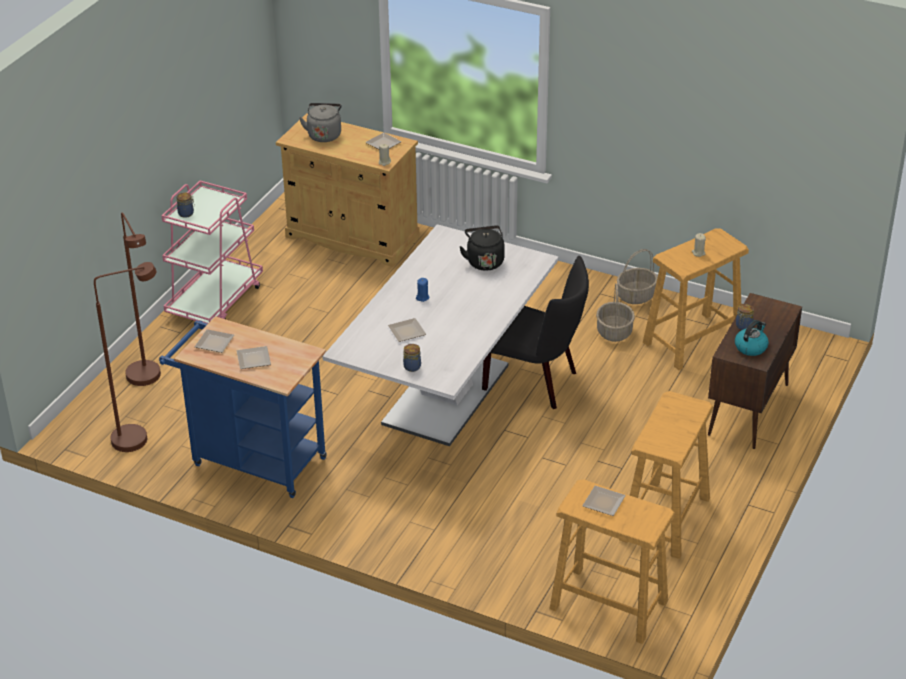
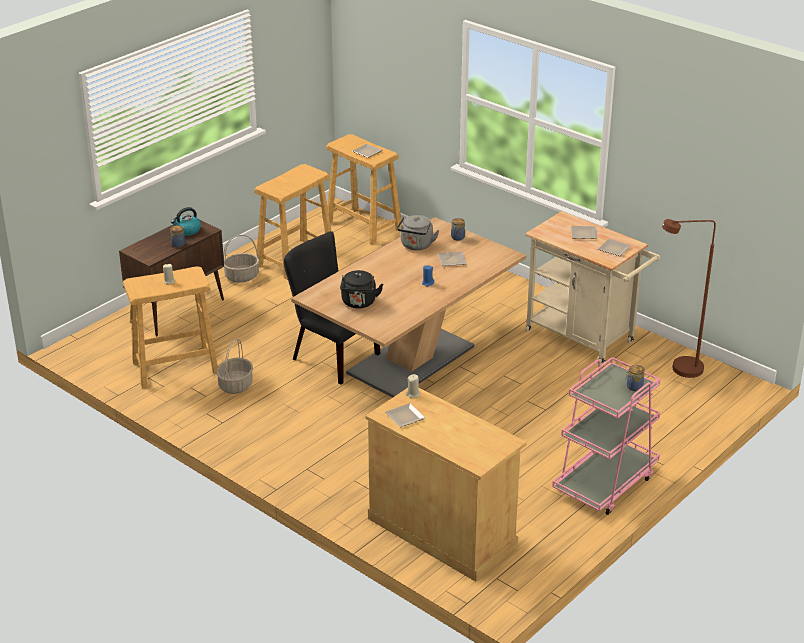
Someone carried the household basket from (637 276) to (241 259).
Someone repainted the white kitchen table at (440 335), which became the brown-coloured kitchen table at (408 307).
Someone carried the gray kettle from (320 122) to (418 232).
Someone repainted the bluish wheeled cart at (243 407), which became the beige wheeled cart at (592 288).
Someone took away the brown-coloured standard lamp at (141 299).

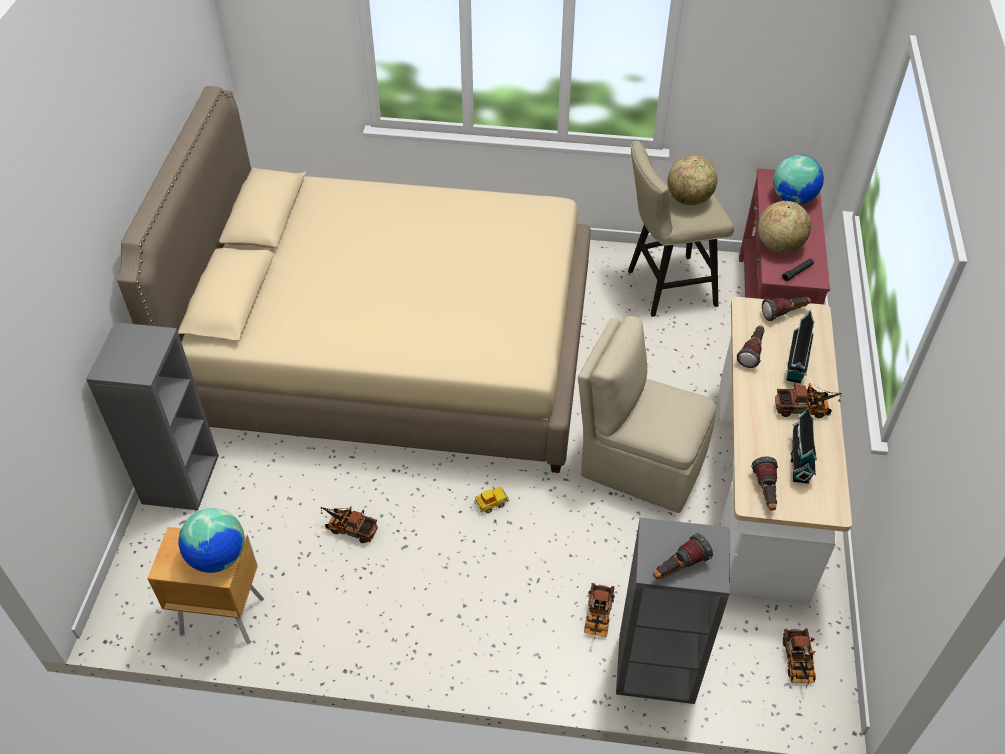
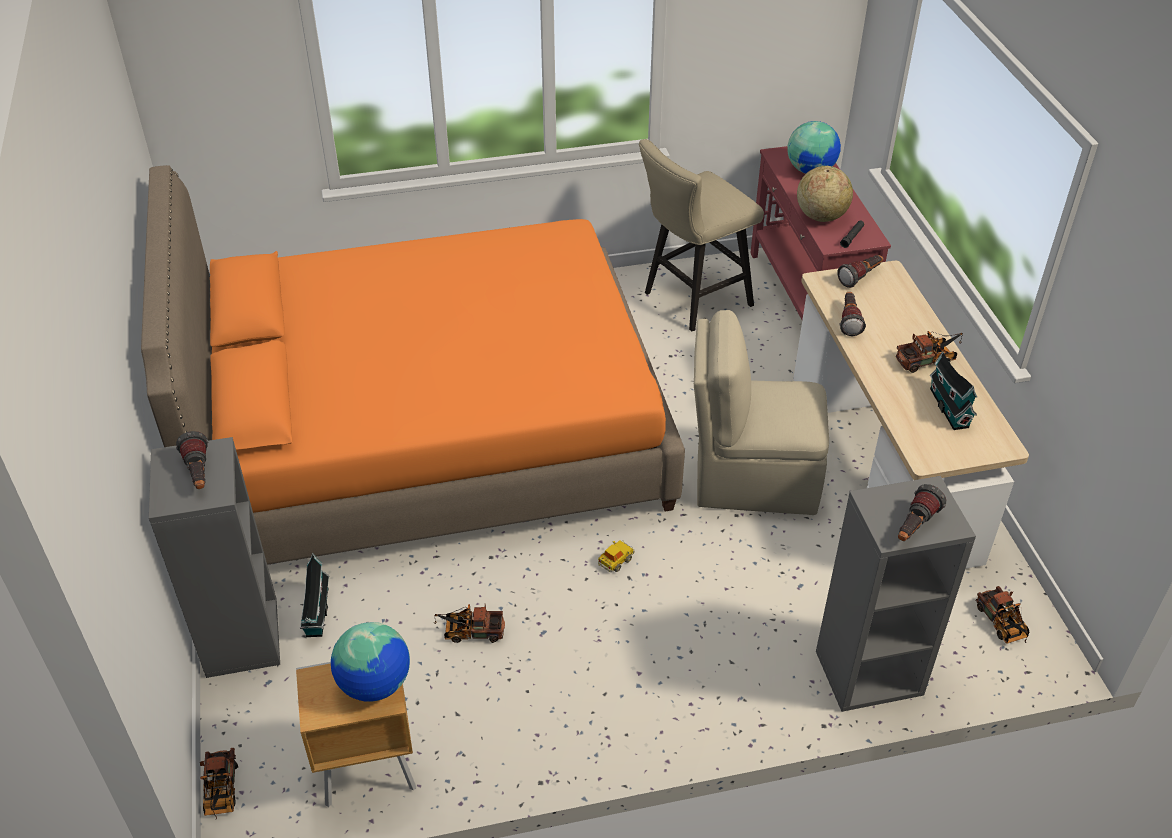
Someone repainted the beige sleeping bed at (354 279), which became the orange sleeping bed at (413 365).
Someone carried the torch from (764 483) to (192 460).
Someone carried the model truck from (599 611) to (219 783).
Someone carried the model house from (800 346) to (314 595).
Someone took away the desk globe at (692 180).

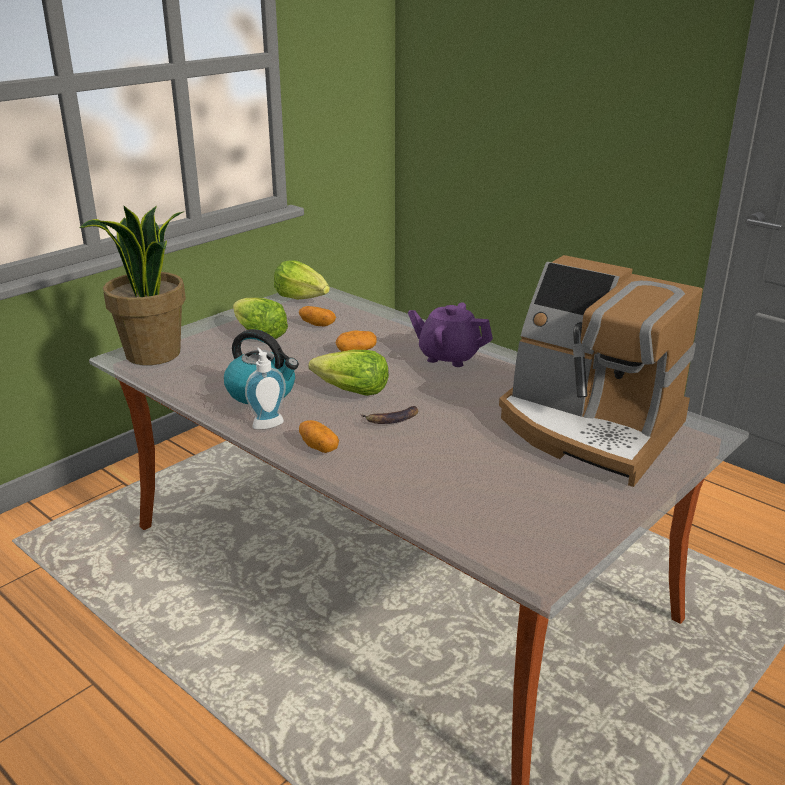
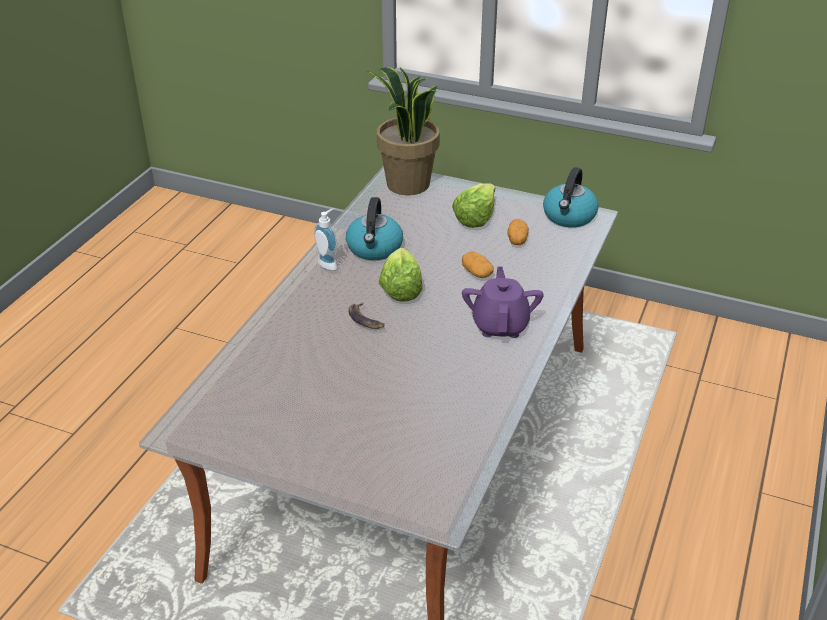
Someone swapped the head of lettuce at (302 279) for the kettle at (571 197).
Someone took away the whole potato at (319 436).
Someone took away the coffee brewer at (601 371).

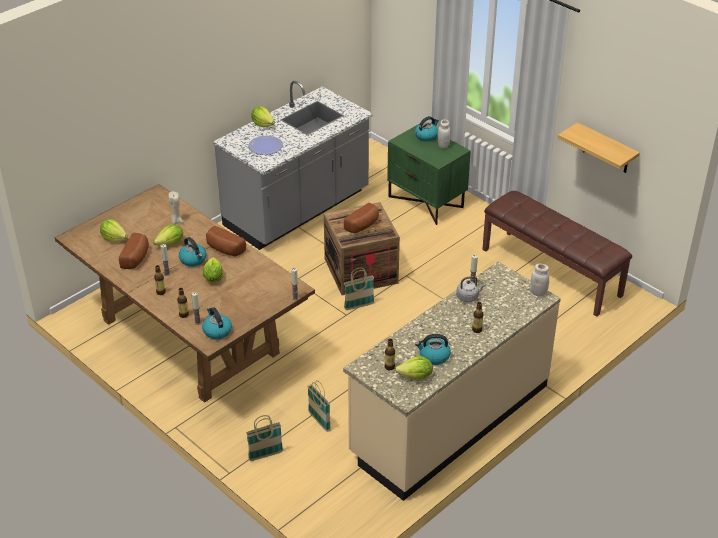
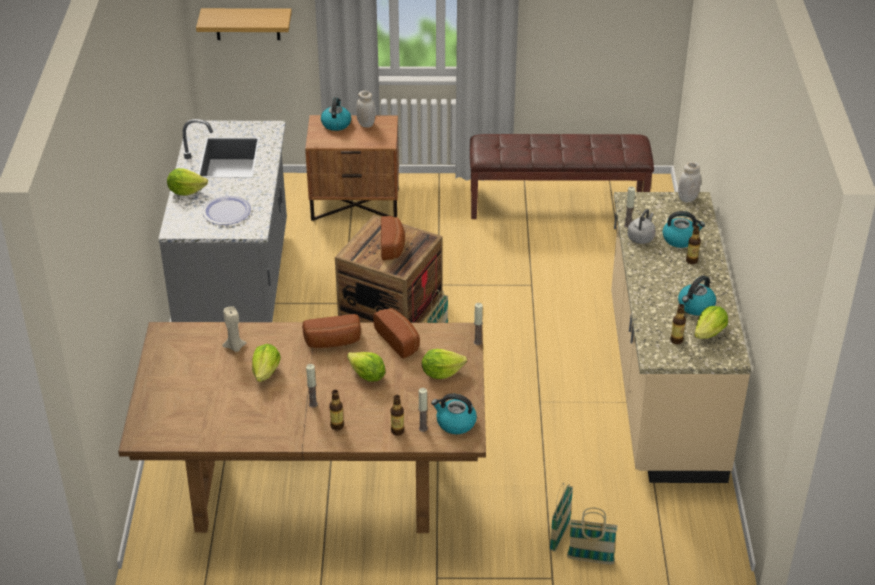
Someone carried the bracket shelf from (598 147) to (244 24).
Someone repainted the greenish bedside table at (429 174), which became the brown-coloured bedside table at (352 168).
Someone carried the baked bread from (134 251) to (396 333).
Someone carried the head of lettuce from (114 230) to (444 364).
Someone carried the household basket from (319 406) to (592 536).
Someone carried the kettle from (193 252) to (683 229).

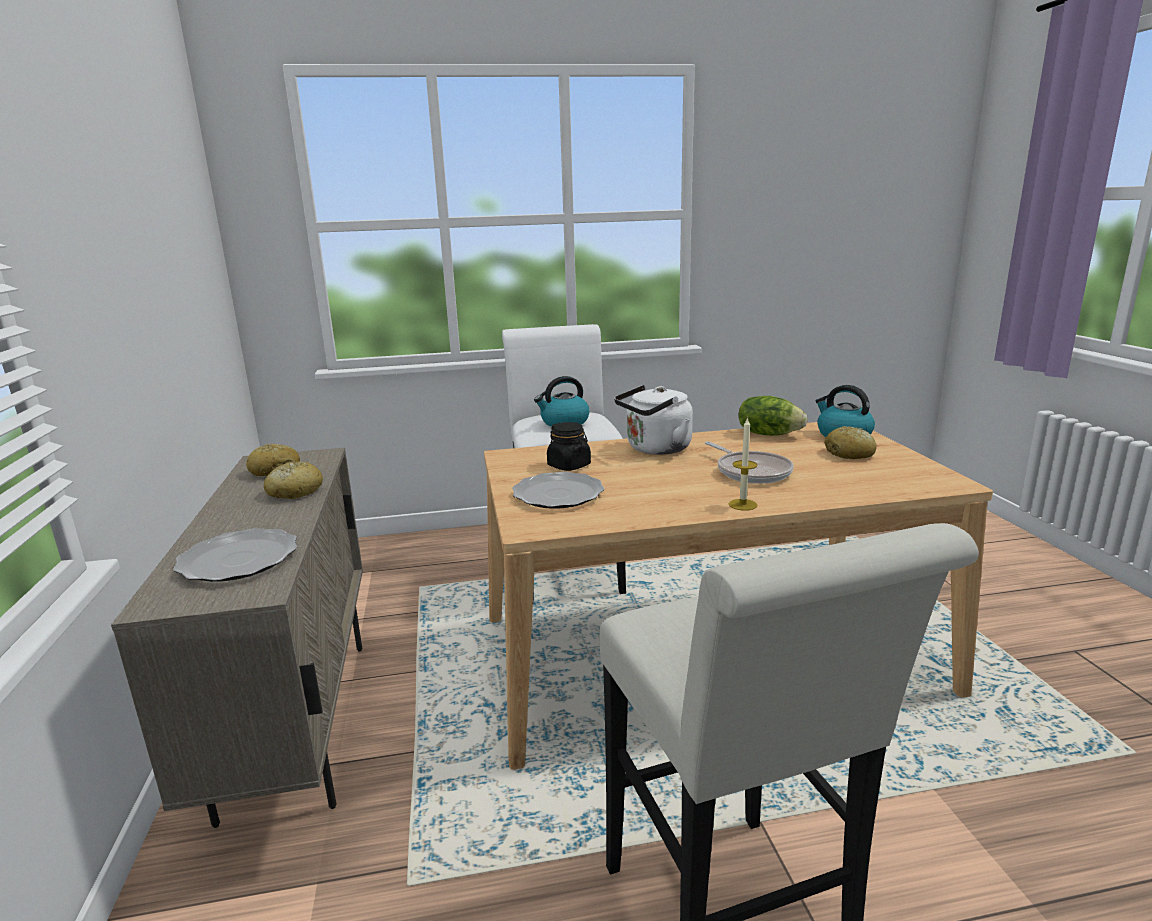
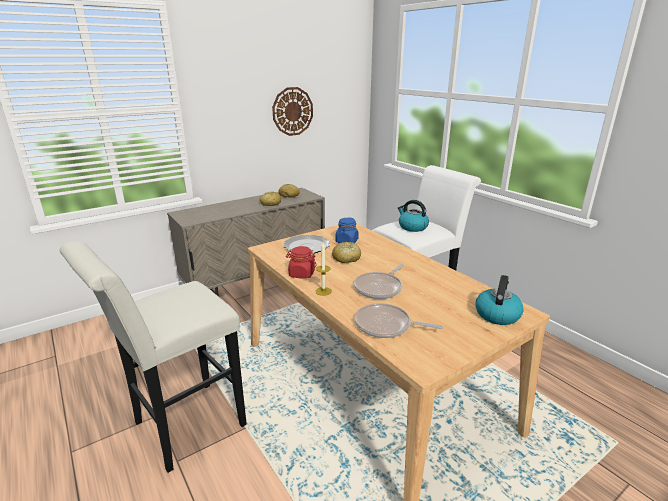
Someone put up the clock on the wall at (292 111).
Someone put down the reddish jar at (301 262).
Someone carried the baked bread from (850 442) to (346 252).
Someone repainted the black-coloured jar at (569 446), which became the bluish jar at (347 230).
Someone put down the pan at (399 320).
Someone took away the dinner plate at (235 555).
Someone took away the white kettle at (653 420).
Someone took away the head of lettuce at (773 415).

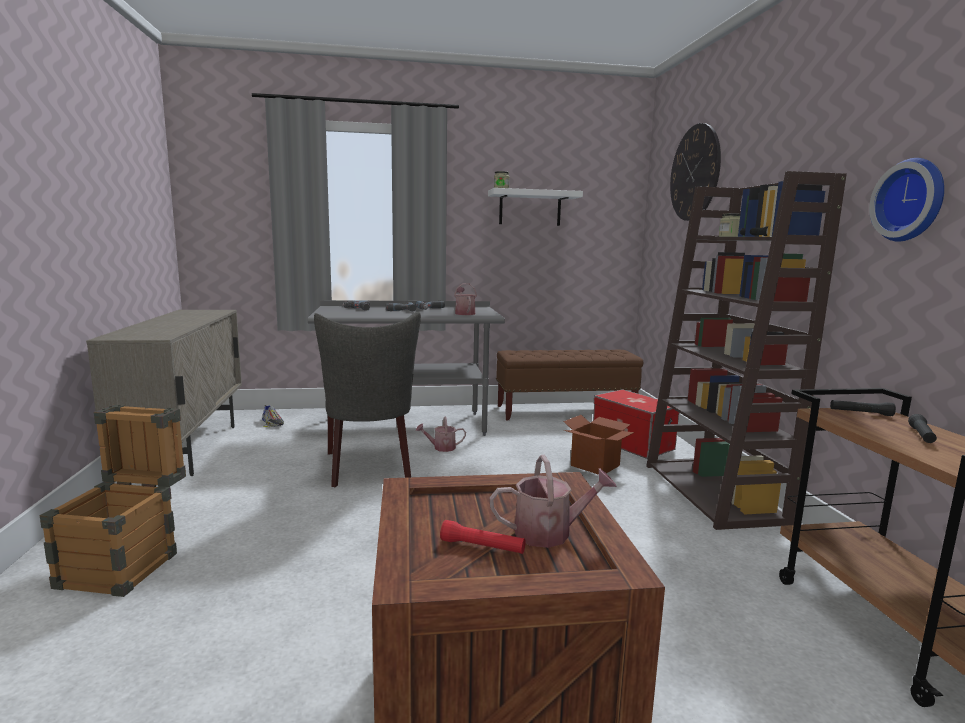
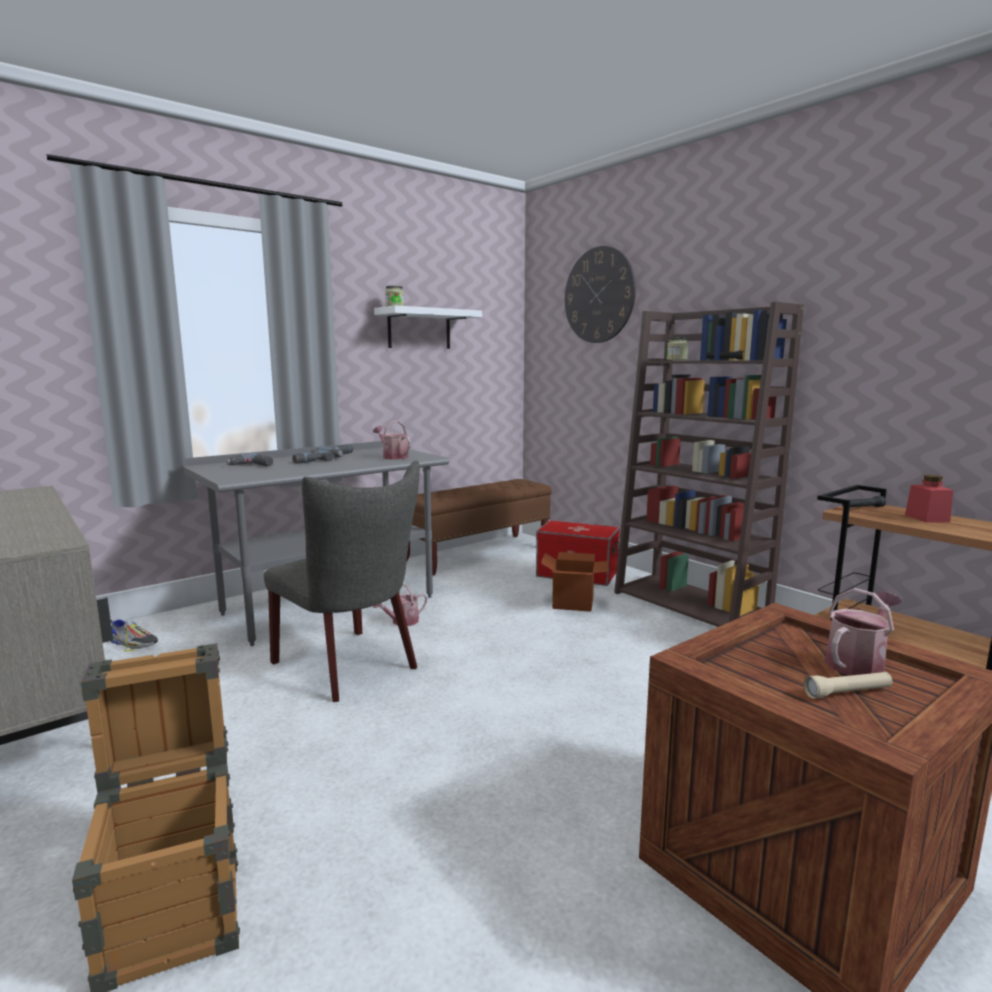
Someone repainted the reddish torch at (483 537), which became the beige torch at (848 685).
Someone swapped the black-coloured torch at (922 428) for the reddish jar at (929 499).
Someone took away the clock on the wall at (906 200).

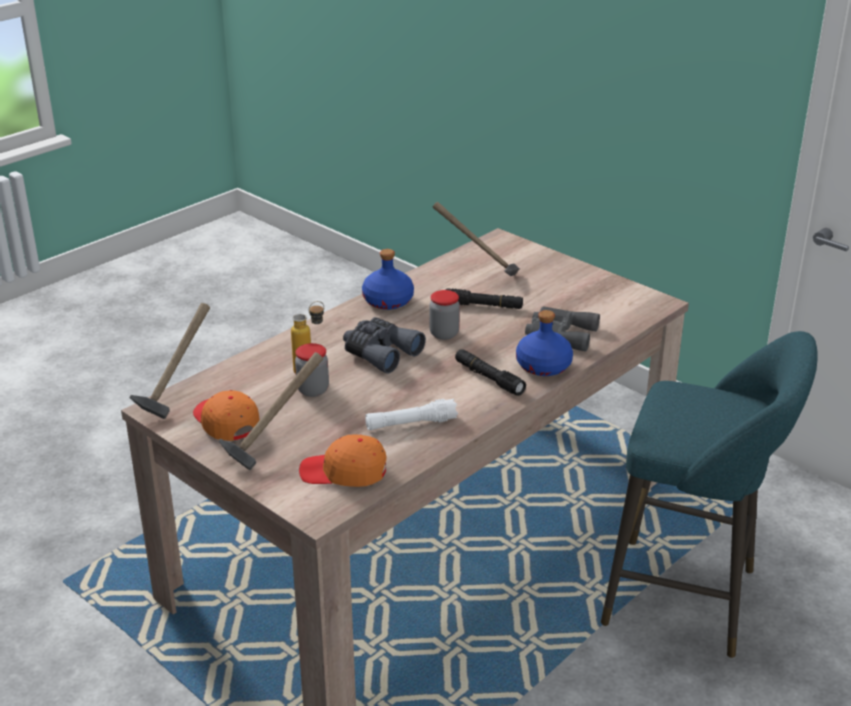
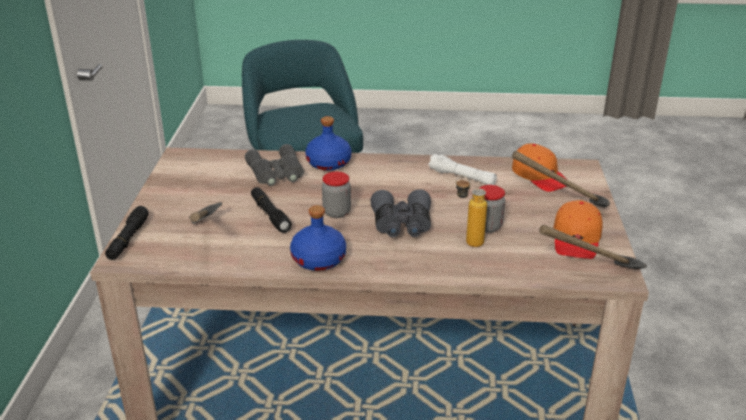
Someone carried the black-coloured torch from (490 372) to (127 233).

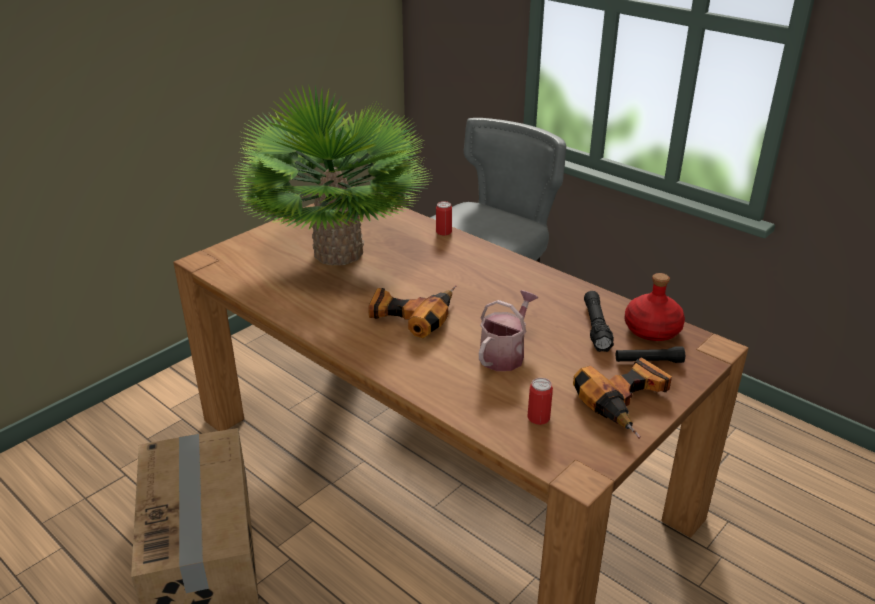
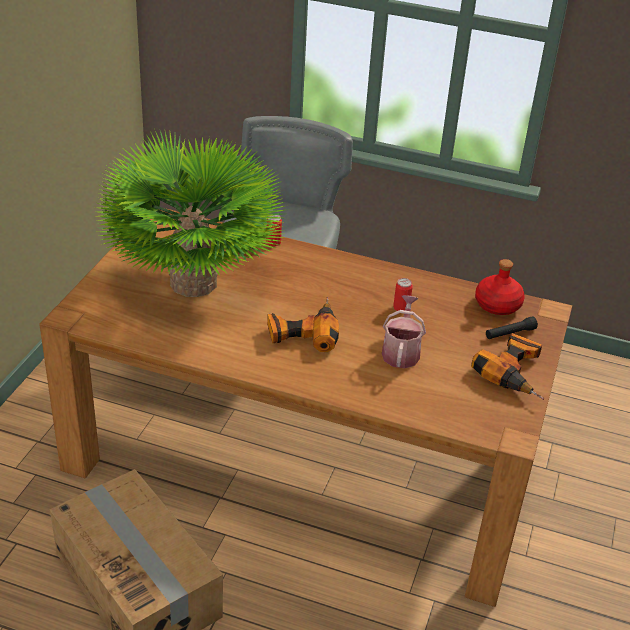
Someone carried the can from (540 401) to (403 294).
Someone took away the black-coloured torch at (599 321).

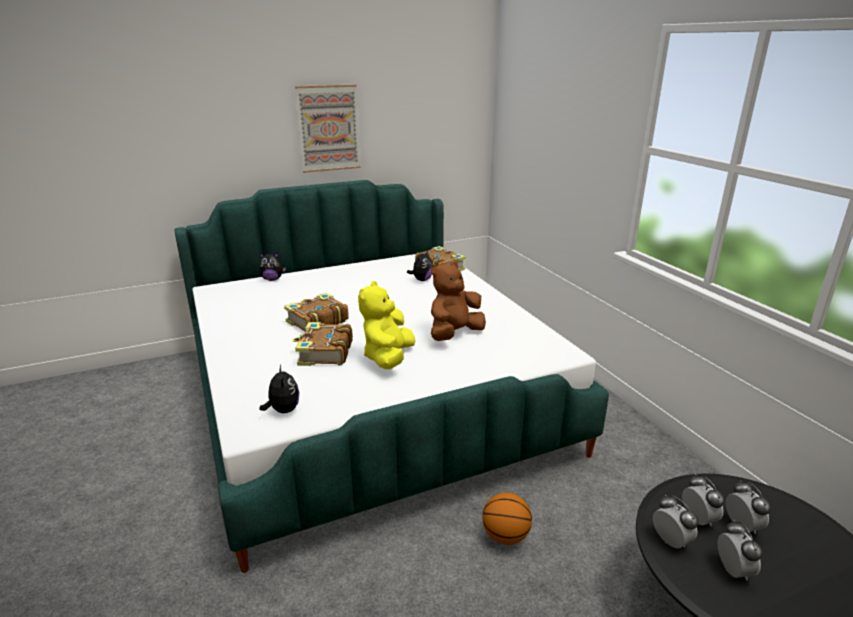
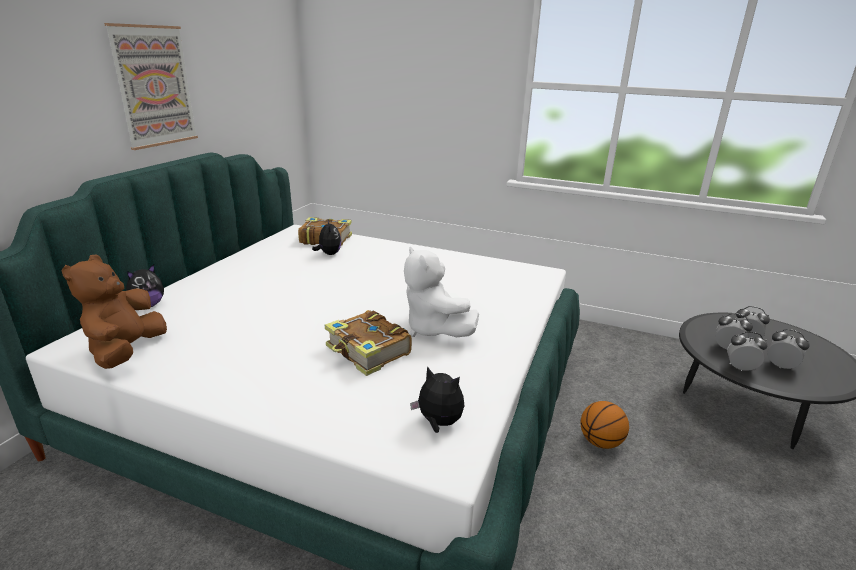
Someone carried the brown-coloured soft toy from (458 301) to (114 311).
Someone repainted the yellowish soft toy at (386 325), which became the white soft toy at (441 291).
Someone took away the book at (316 312).

